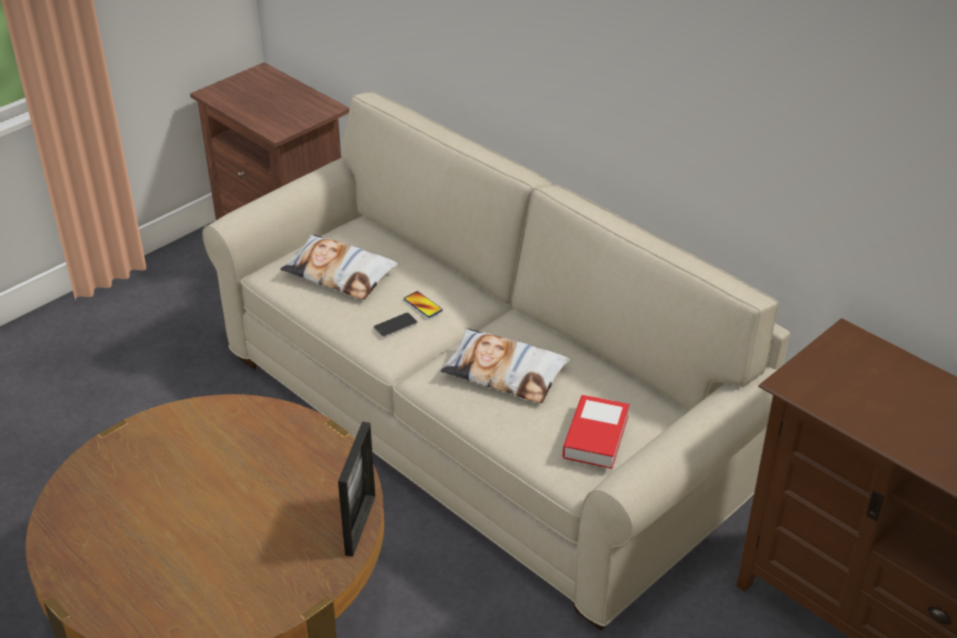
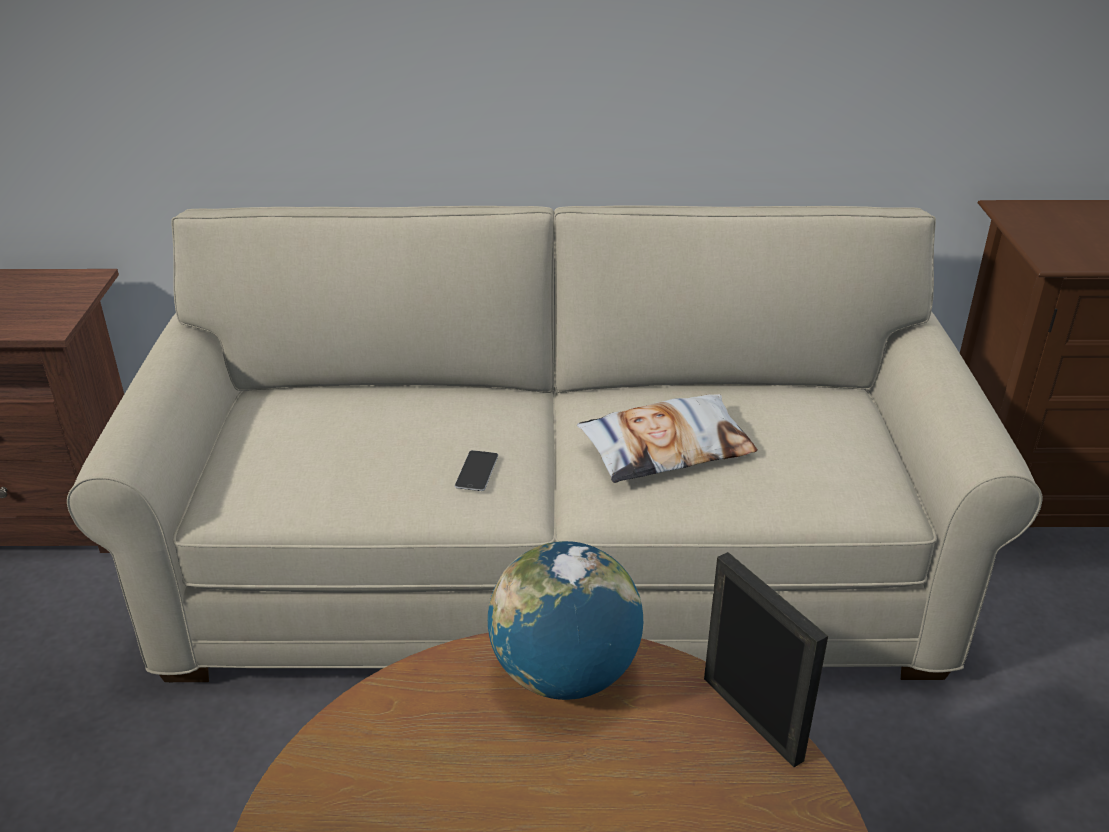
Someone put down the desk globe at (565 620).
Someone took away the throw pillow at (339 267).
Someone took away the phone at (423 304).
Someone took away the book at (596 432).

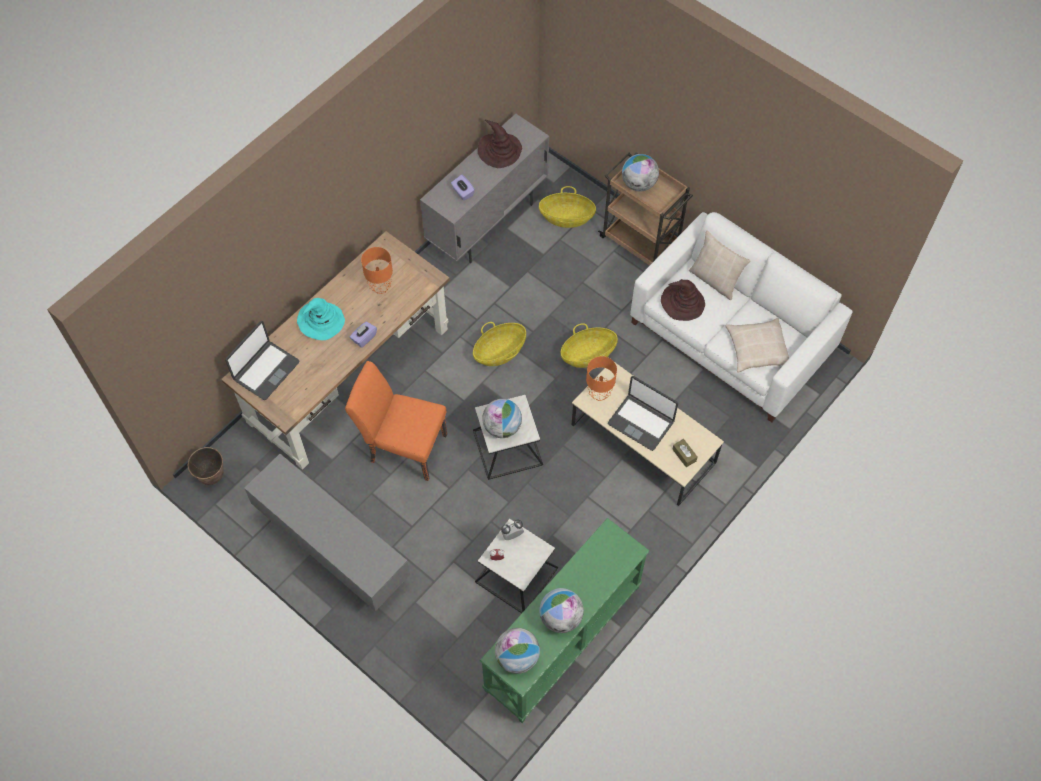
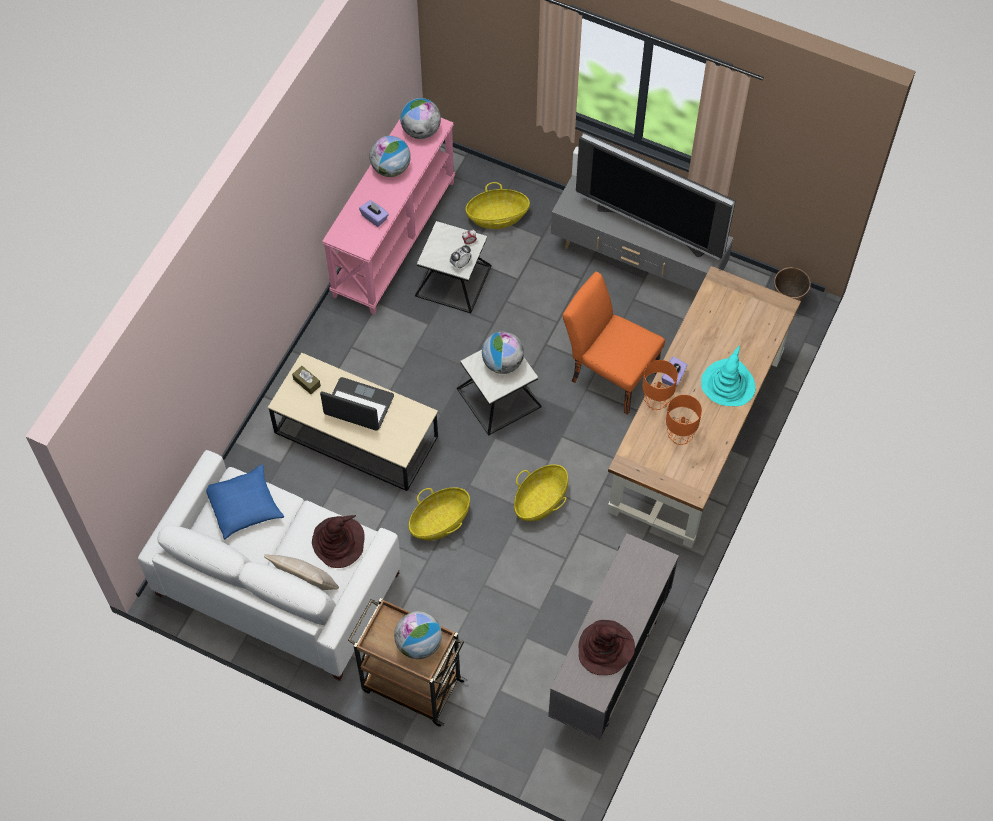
Someone repainted the beige throw pillow at (757 345), which became the bluish throw pillow at (245 501).
Someone repainted the greenish hall table at (564 620), which became the pink-coloured hall table at (388 216).
Someone carried the purple tissue box from (463 187) to (374 213).
Someone carried the household basket from (567 207) to (498 205).
Someone rotated the orange chair at (396 421) by 150 degrees counterclockwise.
Someone put down the TV at (655 196).
Someone carried the orange tabletop lamp from (601 378) to (660 385).
Someone took away the notebook computer at (262 360).

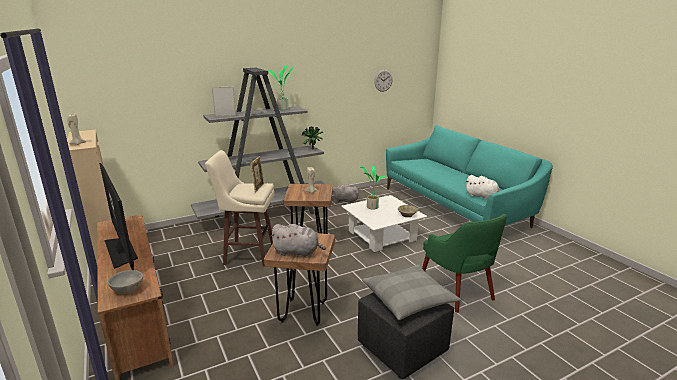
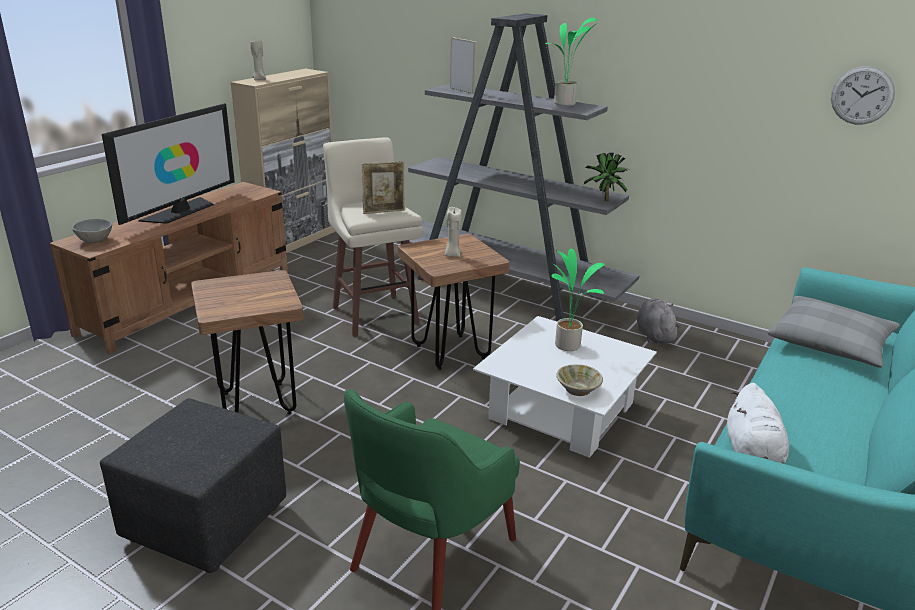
Someone carried the gray throw pillow from (411 292) to (834 332).
Someone took away the gray soft toy at (298 241).

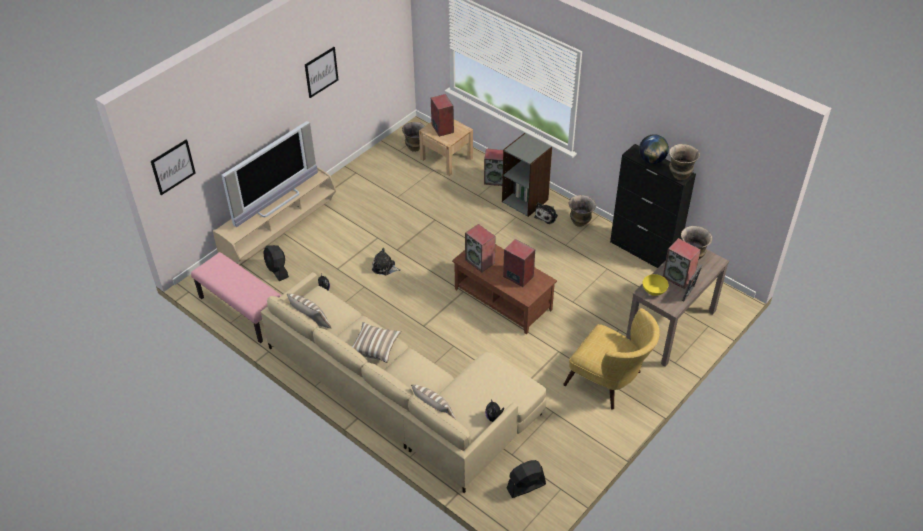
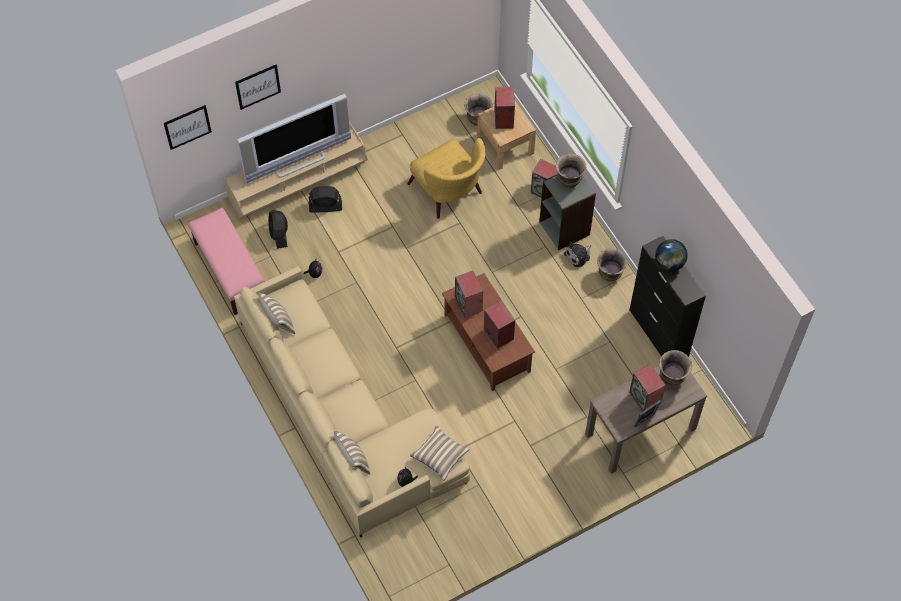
Someone carried the wall art from (321 72) to (258 87).
Someone carried the black-coloured electric fan from (526 479) to (325 199).
Someone carried the yellowish armchair from (611 359) to (446 178).
Someone carried the throw pillow from (376 342) to (440 453).
Someone carried the decorative vase from (684 162) to (571 171).
Someone took away the soft toy at (386 261).
Someone took away the yellowish serving bowl at (656 285).

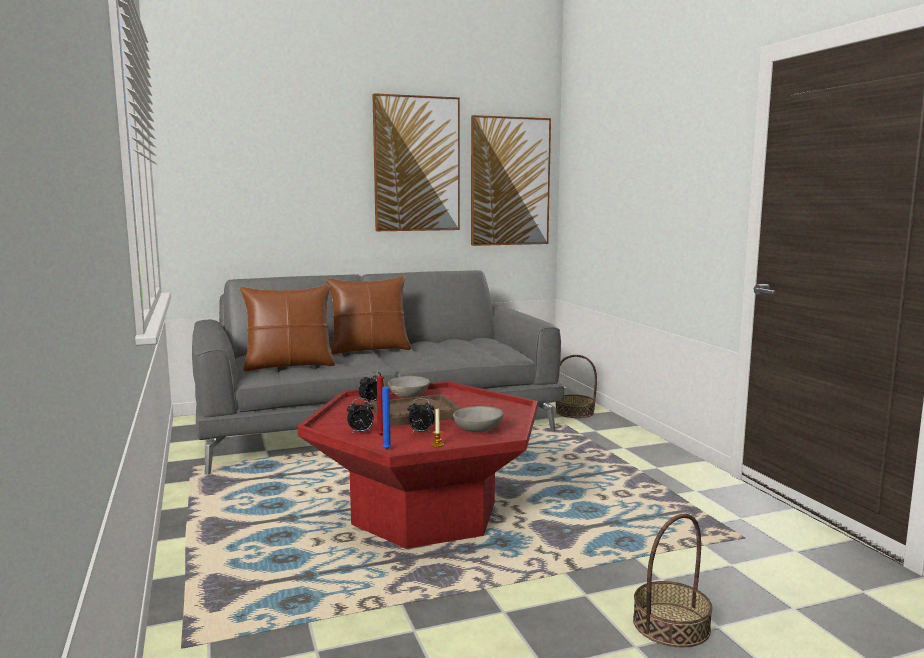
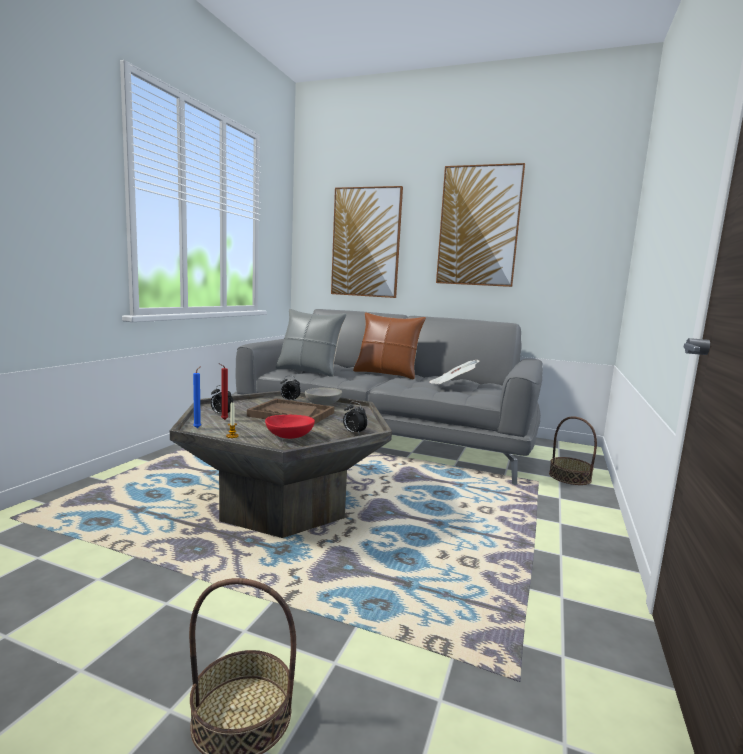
Someone repainted the reddish coffee table at (417 465), which became the gray coffee table at (281 464).
Someone repainted the gray serving bowl at (478 419), which became the reddish serving bowl at (290 427).
Someone repainted the brown-coloured throw pillow at (287 327), which became the gray throw pillow at (311 343).
Someone carried the wall art from (511 180) to (367 242).
Someone carried the alarm clock from (420 415) to (355 418).
Someone put down the daily paper at (454 372).

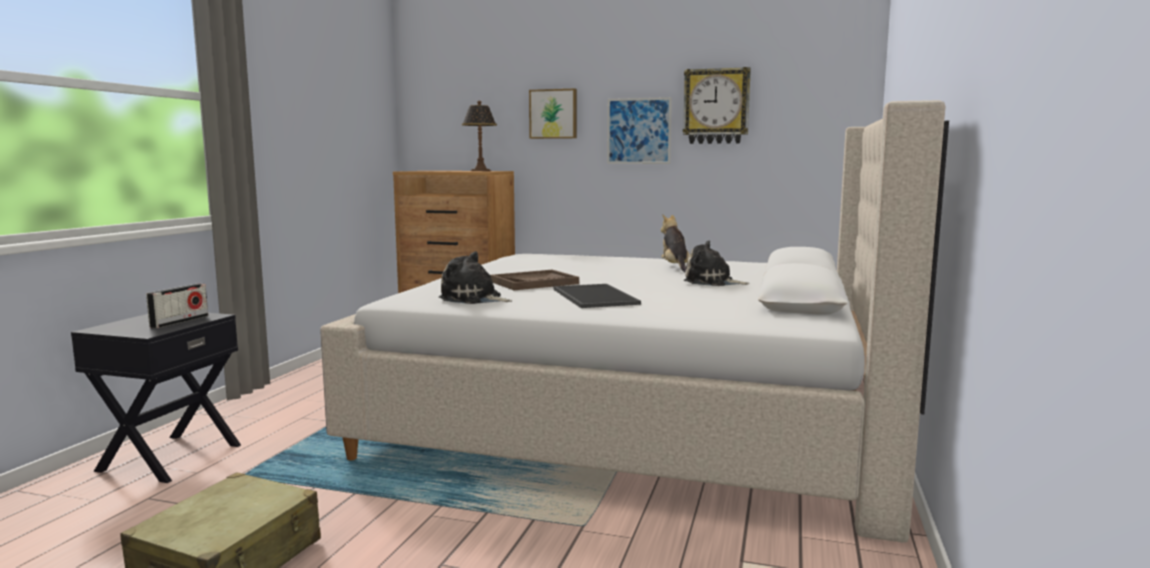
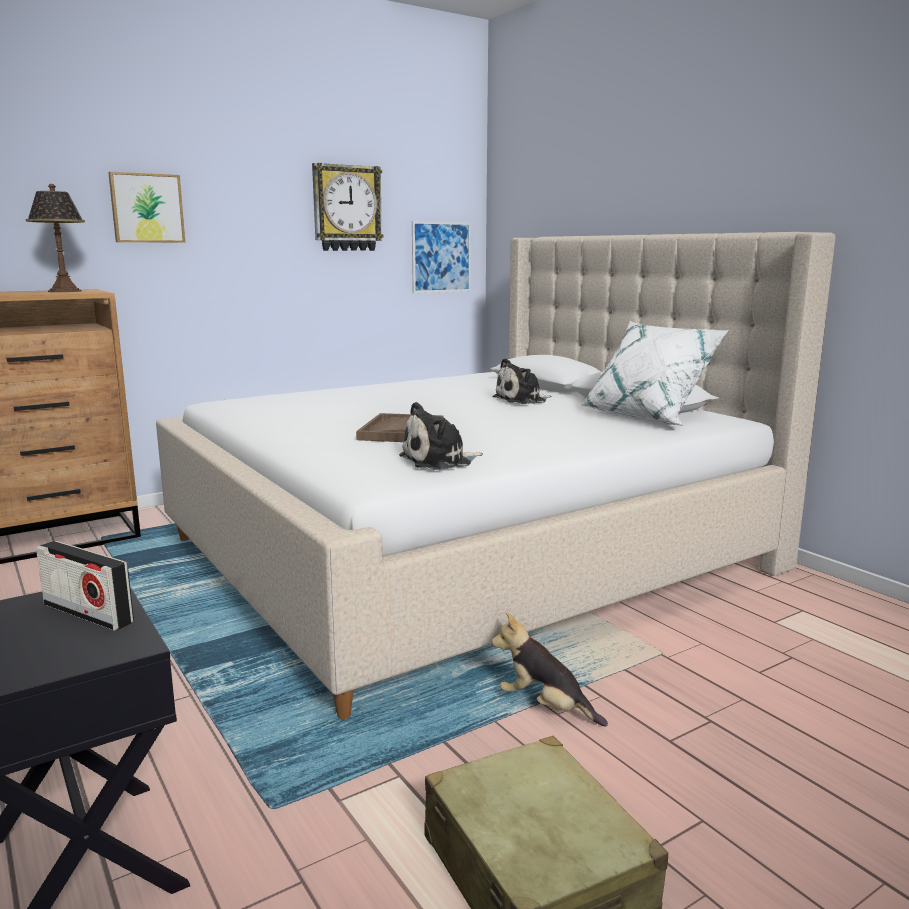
Someone rotated the radio receiver at (177 305) by 150 degrees clockwise.
Someone carried the wall art from (639 130) to (441 257).
Someone carried the soft toy from (675 243) to (549 669).
Someone put down the white throw pillow at (654 373).
Someone took away the serving tray at (597 296).

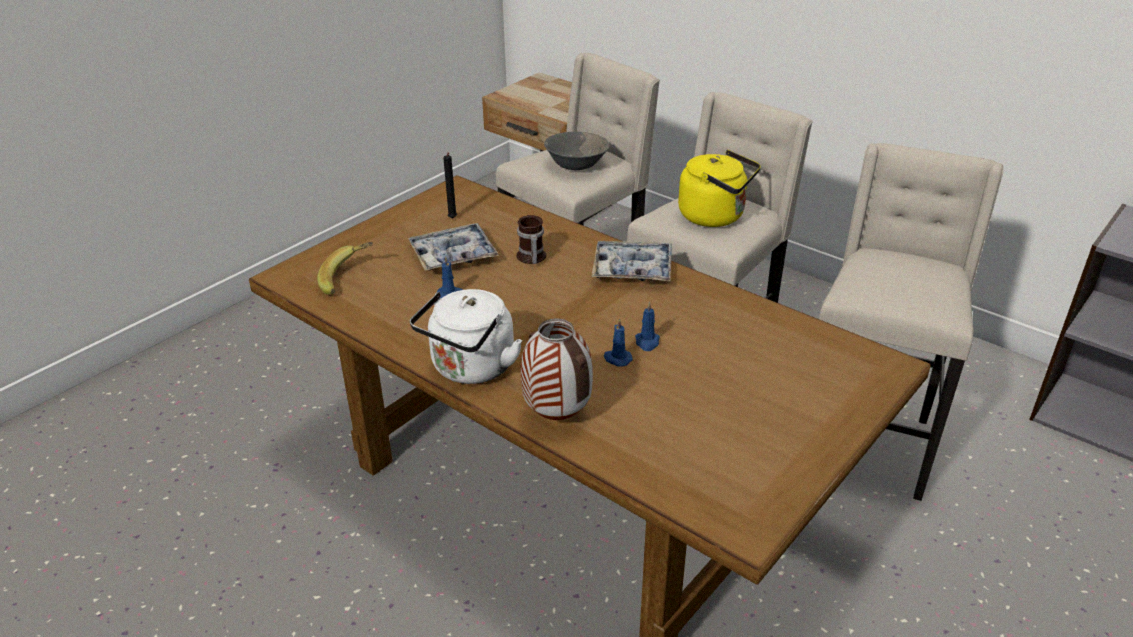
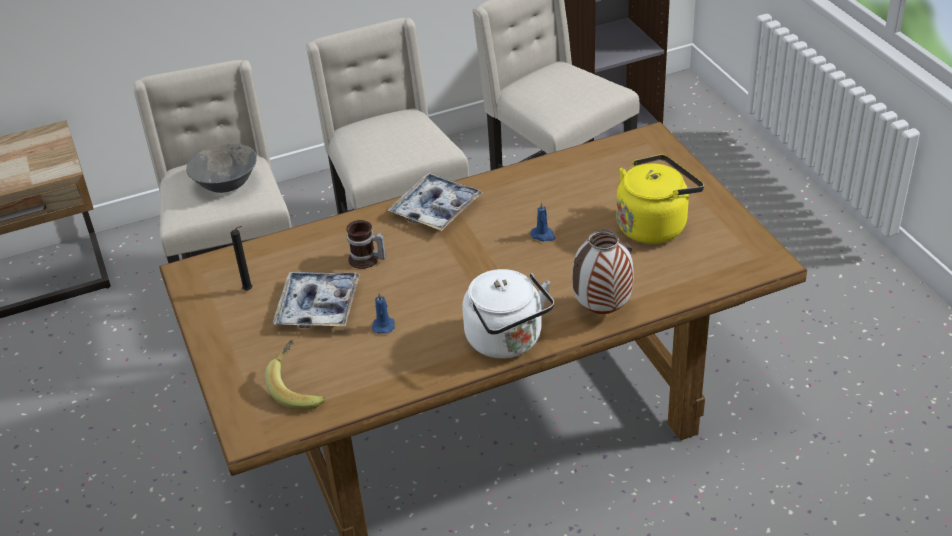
Someone carried the yellowish kettle from (719 188) to (660 199).
Someone took away the bluish wax light at (618 343).

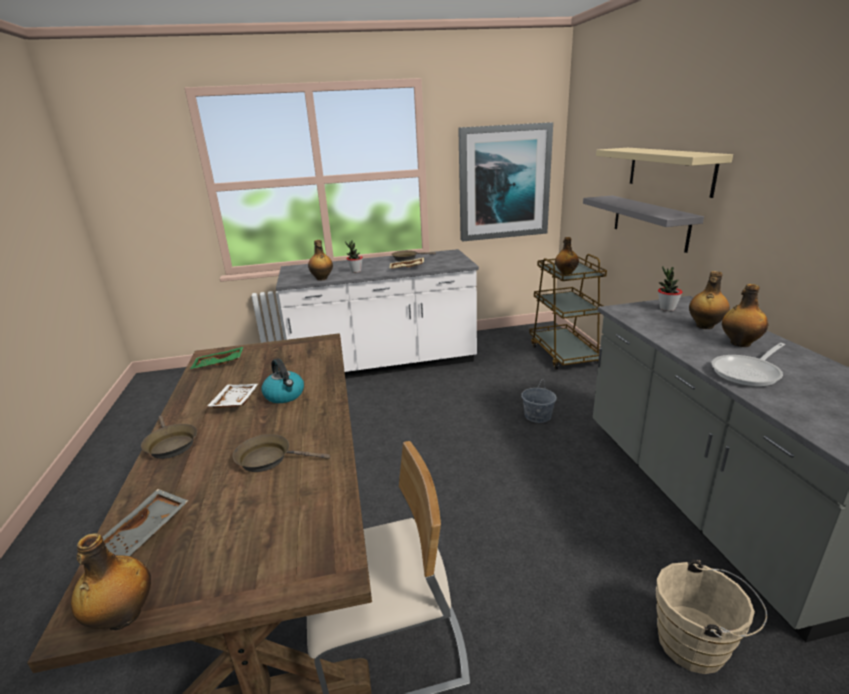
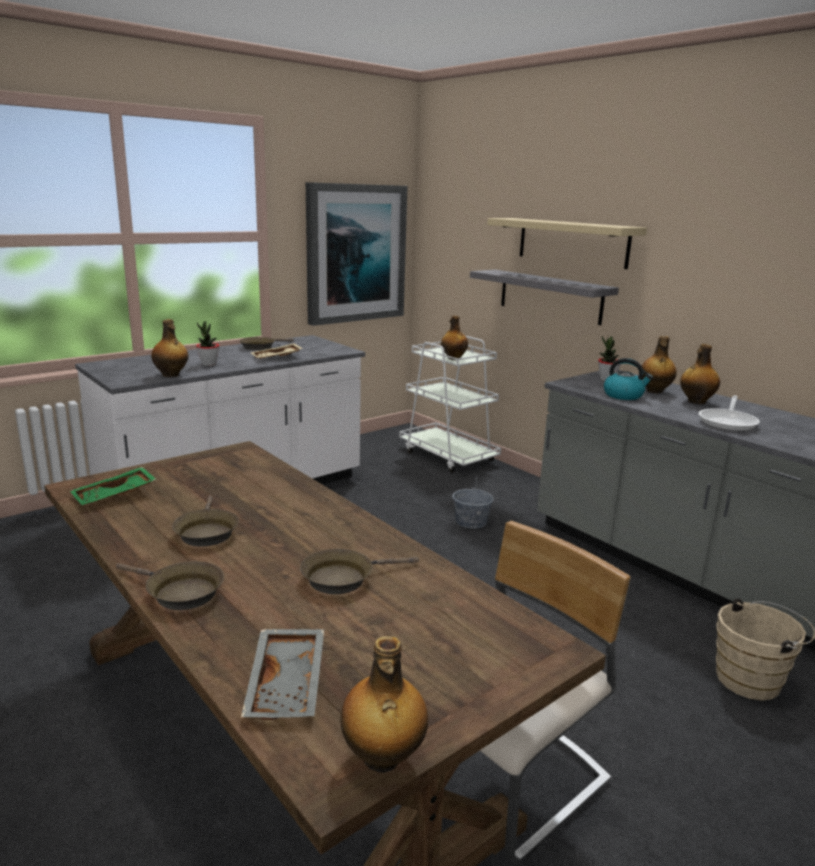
Someone swapped the white serving tray at (232 396) for the brown-coloured pan at (205 521).
Someone repainted the brown-coloured wheeled cart at (568 312), which became the white wheeled cart at (450 404).
Someone carried the kettle from (282 380) to (628 379).

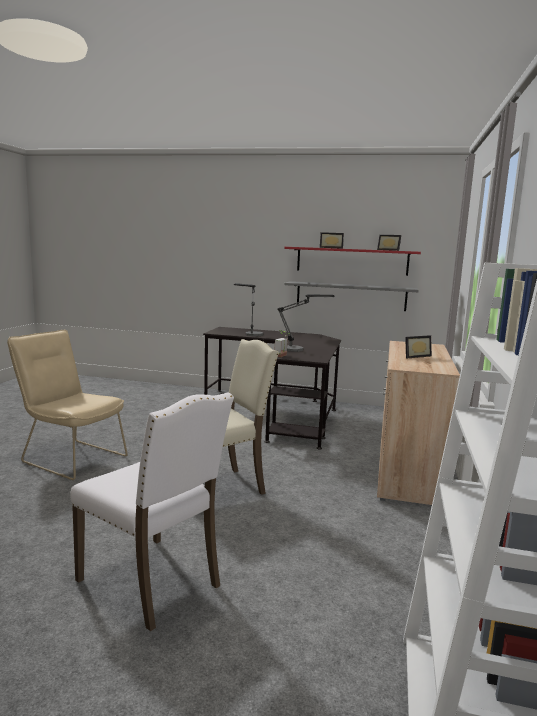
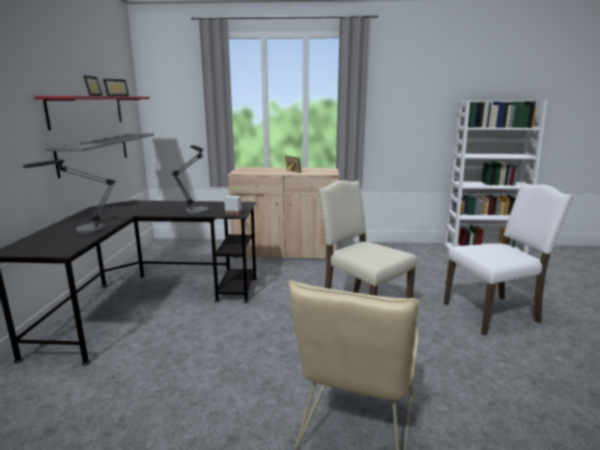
Someone rotated the white chair at (152 511) by 45 degrees clockwise.

